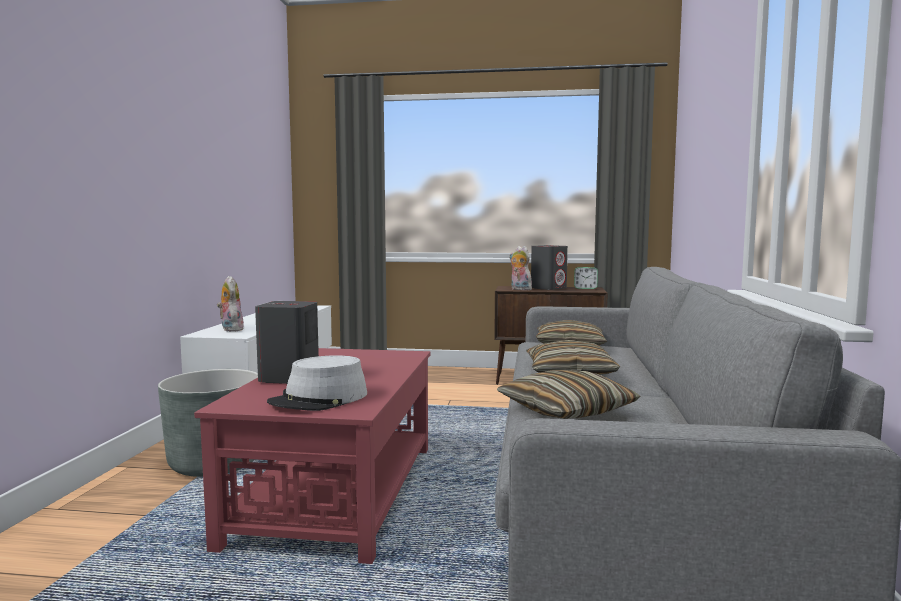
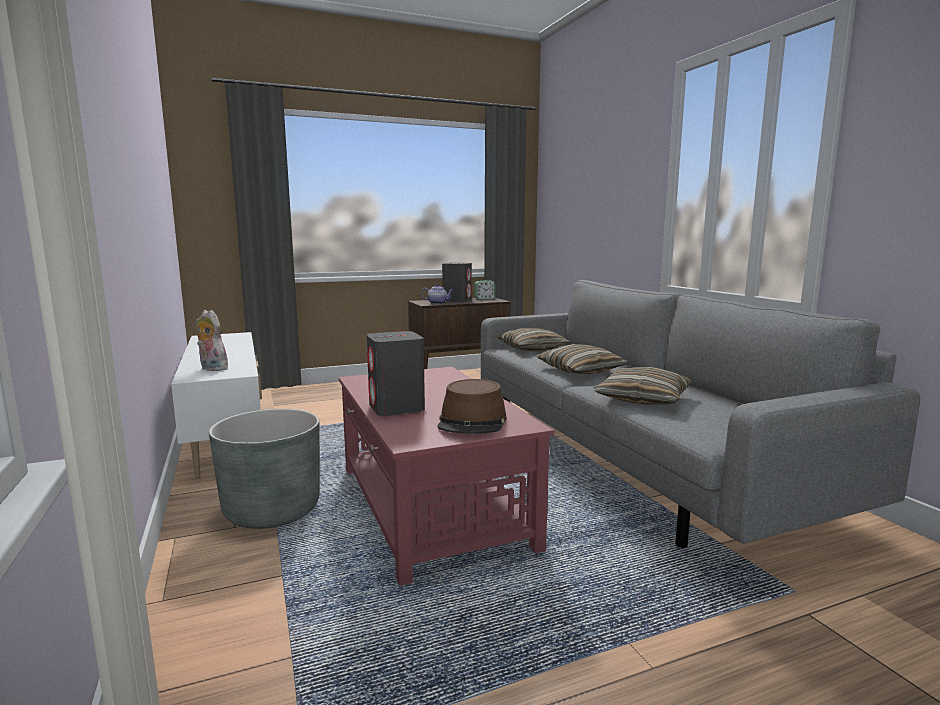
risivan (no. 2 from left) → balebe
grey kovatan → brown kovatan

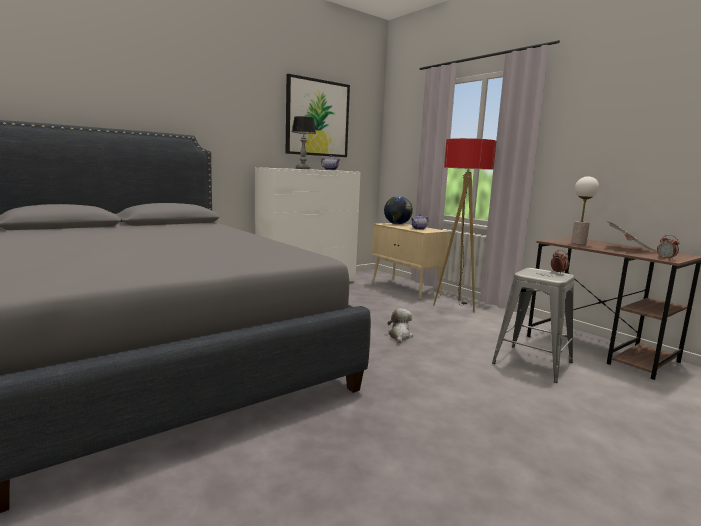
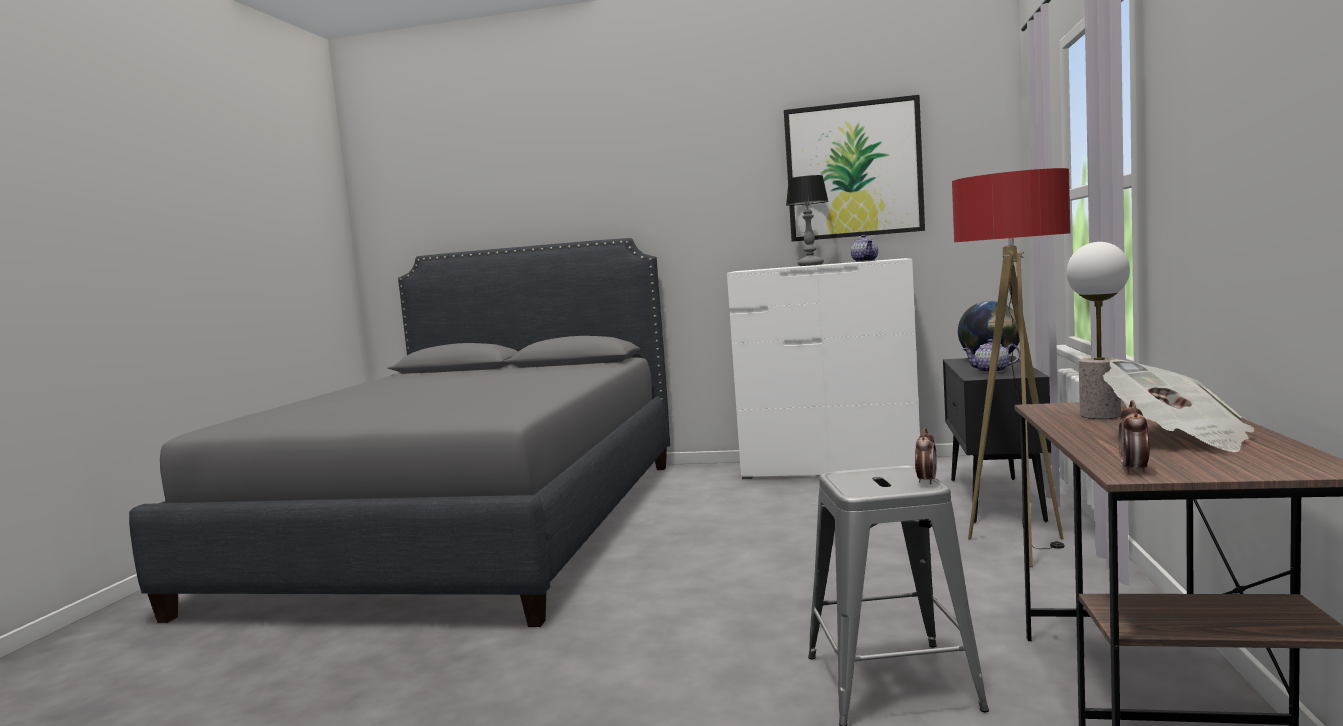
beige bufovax → black bufovax
risivan → -

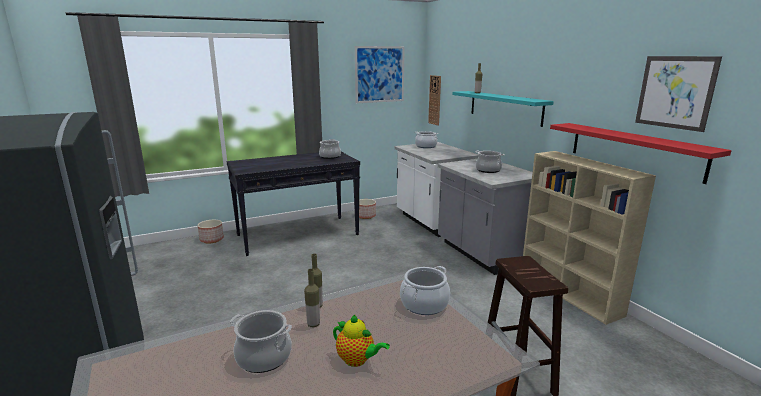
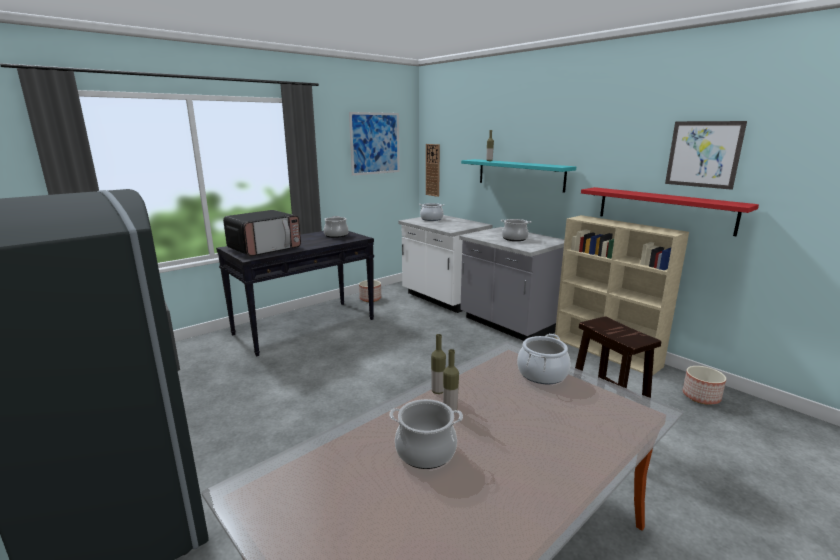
- → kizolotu
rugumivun (no. 1 from left in the first image) → rugumivun (no. 2 from left), relocated
balebe → -

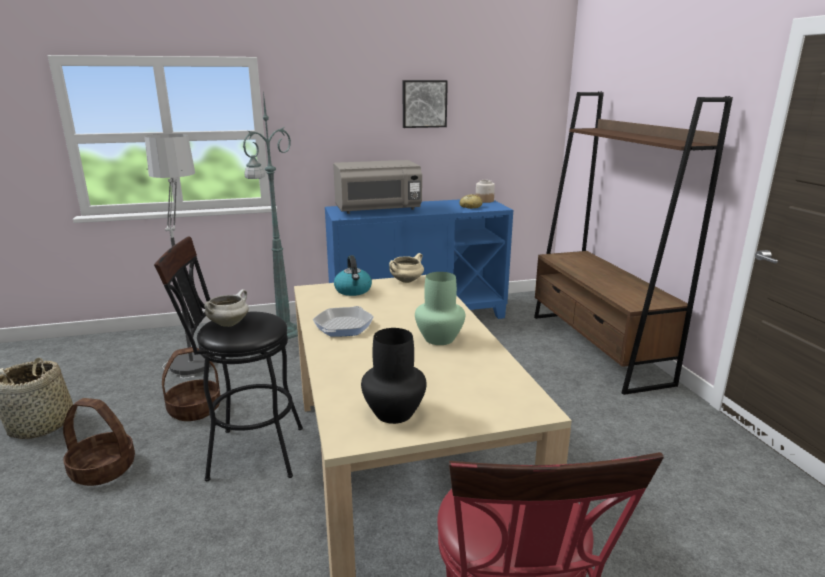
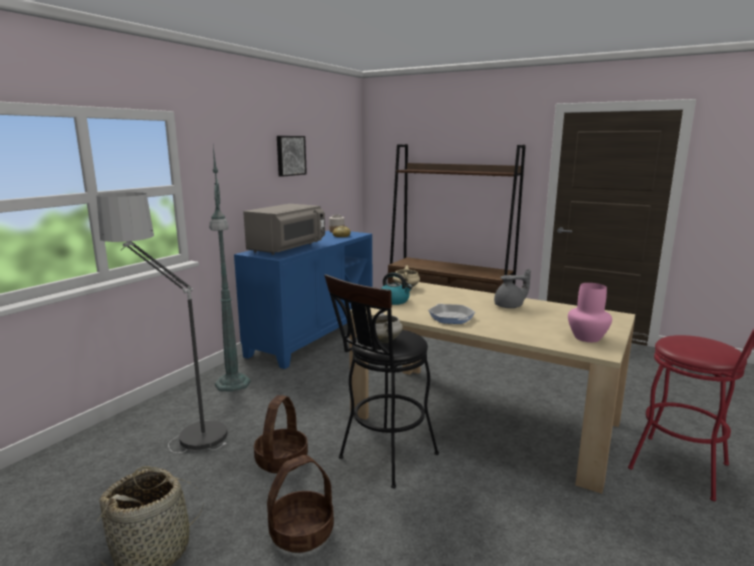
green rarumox → grey balebe
black rarumox → pink rarumox

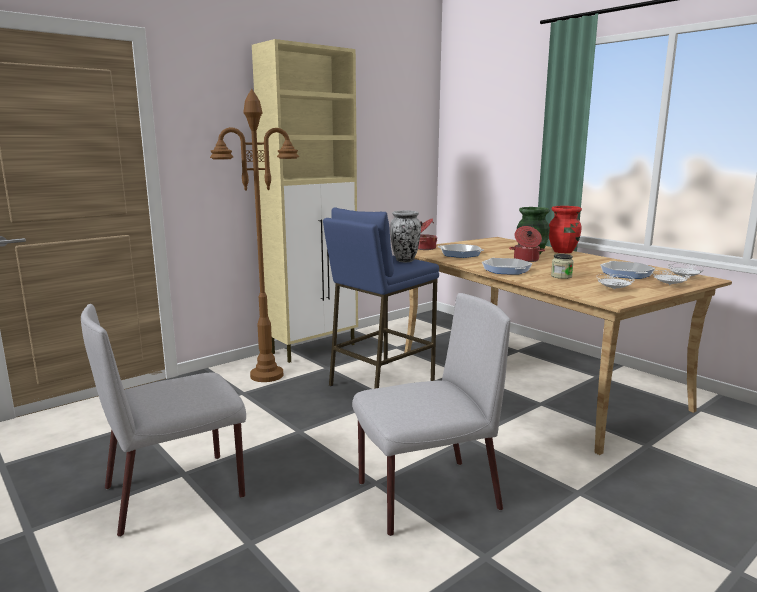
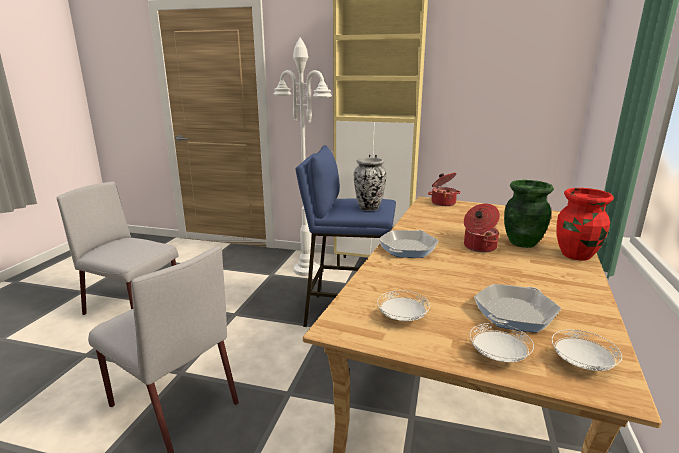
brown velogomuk → white velogomuk
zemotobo (no. 1 from left) → -
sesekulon → -

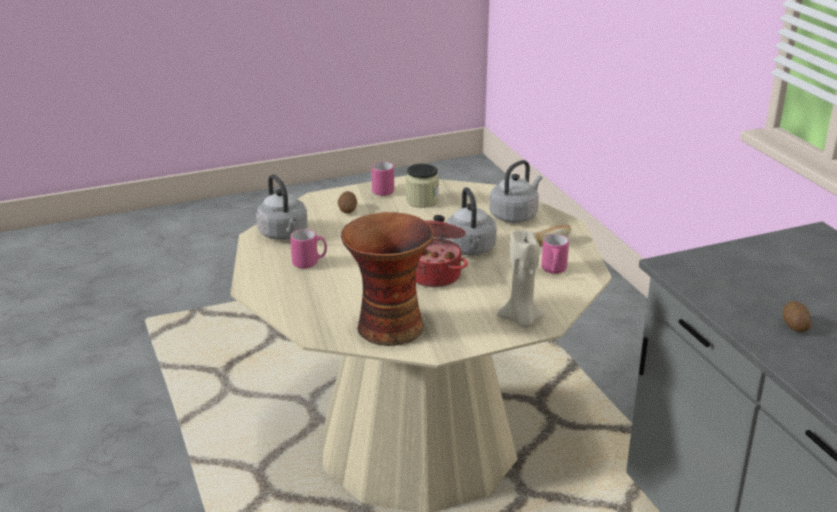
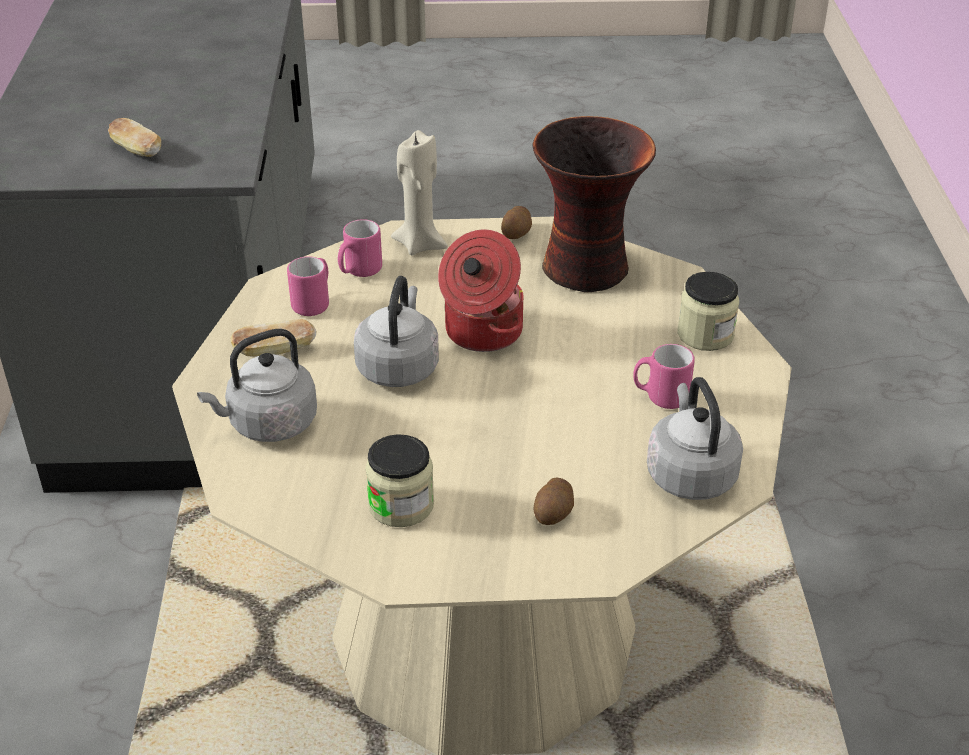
- → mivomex (no. 1 from left)
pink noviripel (no. 2 from left), relocated
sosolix (no. 2 from left in the first image) → sosolix (no. 1 from left), relocated
- → sesekulon (no. 2 from left)

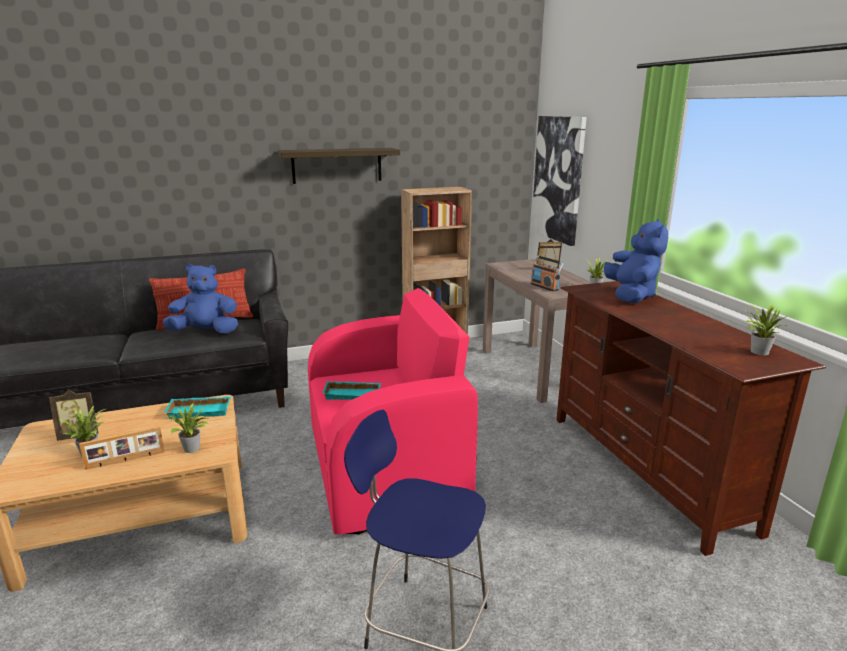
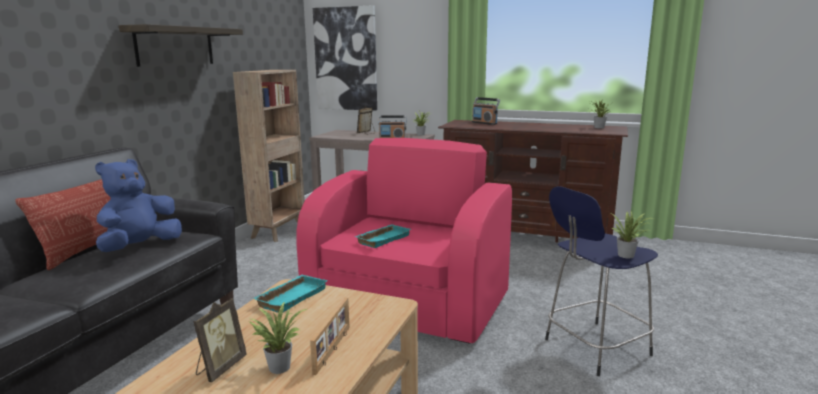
blue risivan (no. 2 from left) → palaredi (no. 2 from left)
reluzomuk (no. 2 from left in the first image) → reluzomuk (no. 4 from left), relocated

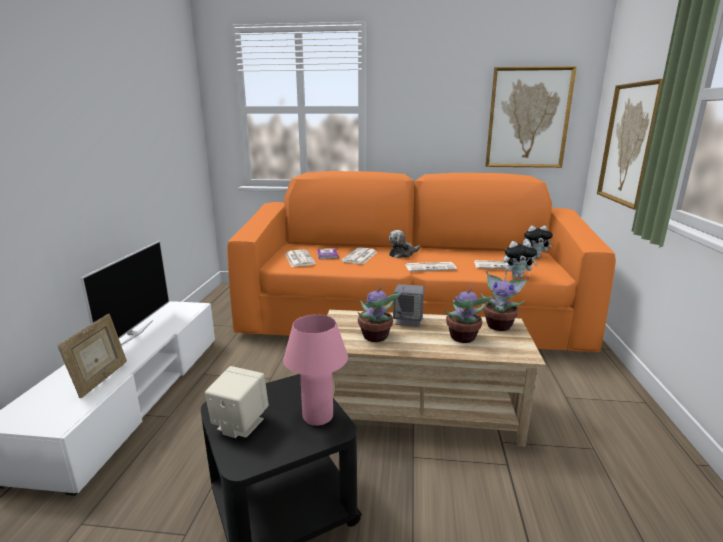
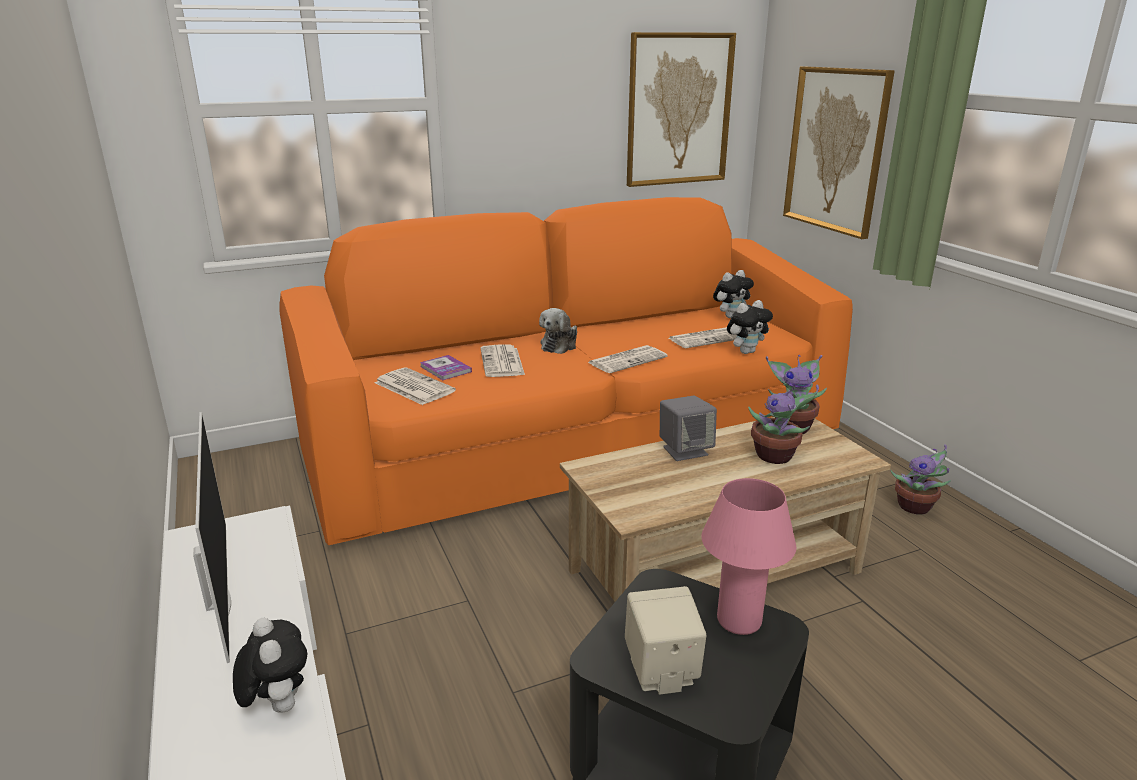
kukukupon → risivan (no. 1 from left)
reluzomuk (no. 1 from left in the first image) → reluzomuk (no. 3 from left), relocated

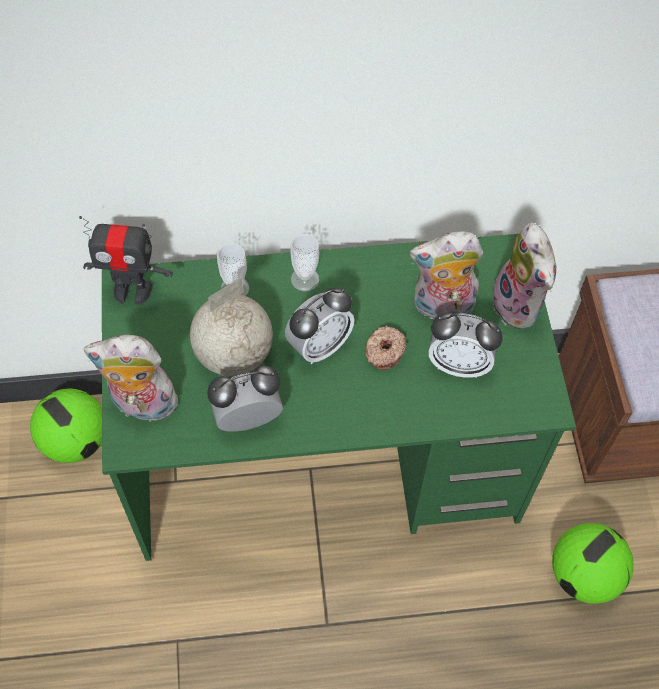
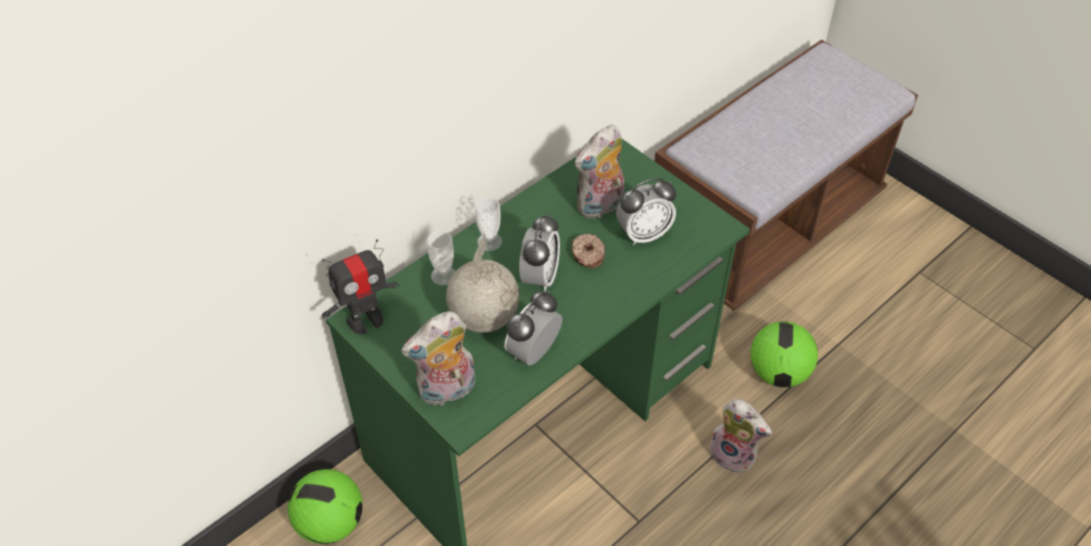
risivan (no. 3 from left), relocated

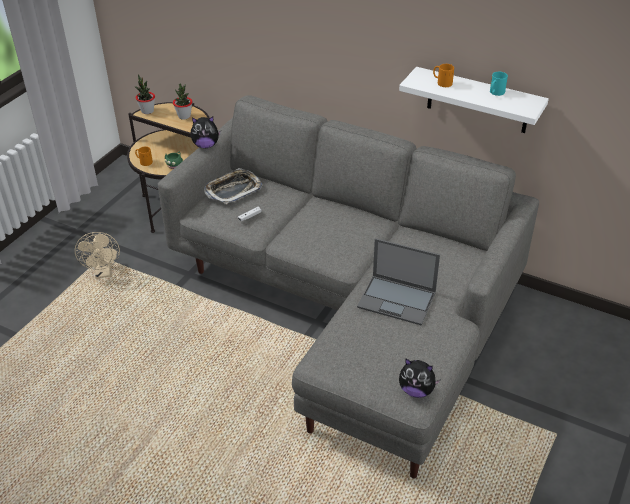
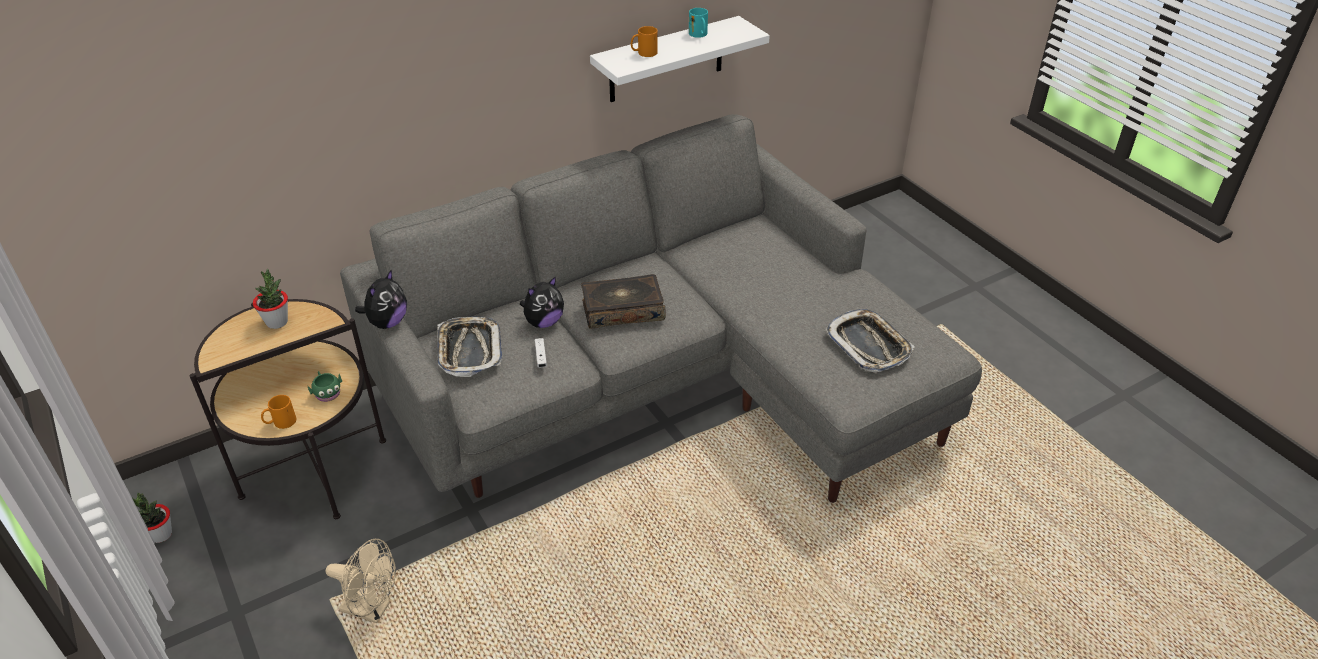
reluzomuk (no. 1 from left), relocated
risivan (no. 2 from left), relocated
- → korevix
- → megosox (no. 2 from left)
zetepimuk → -

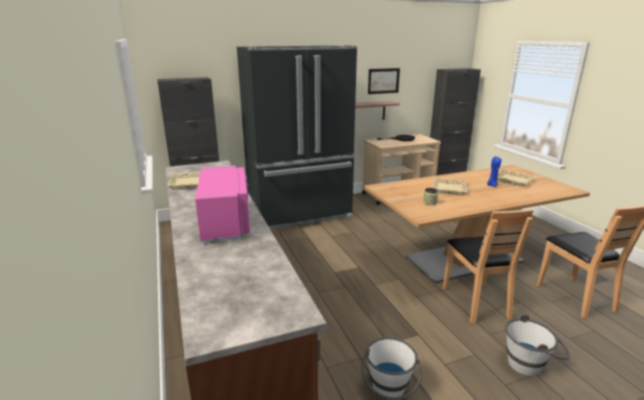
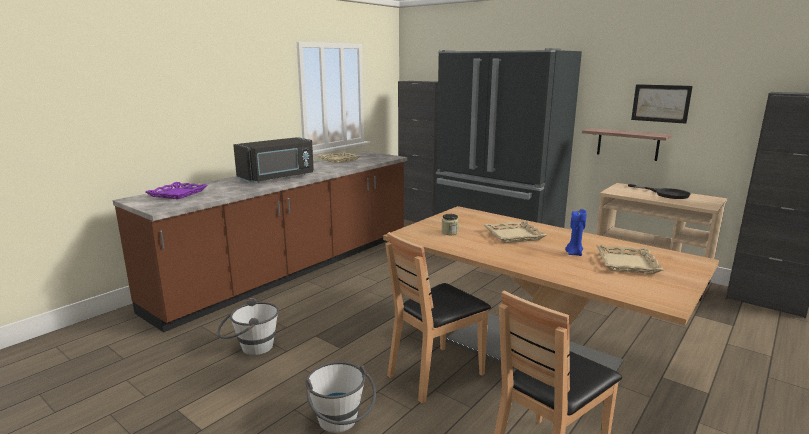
- → purple megosox
pink kizolotu → black kizolotu

